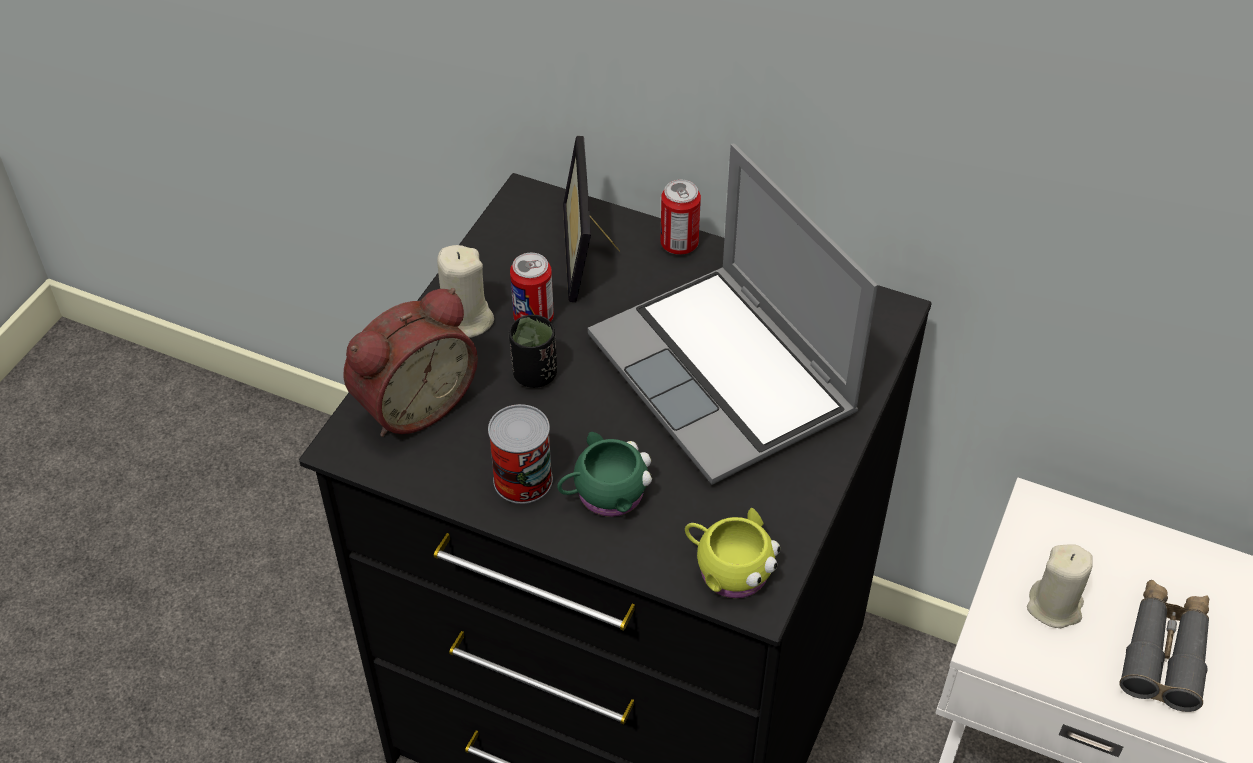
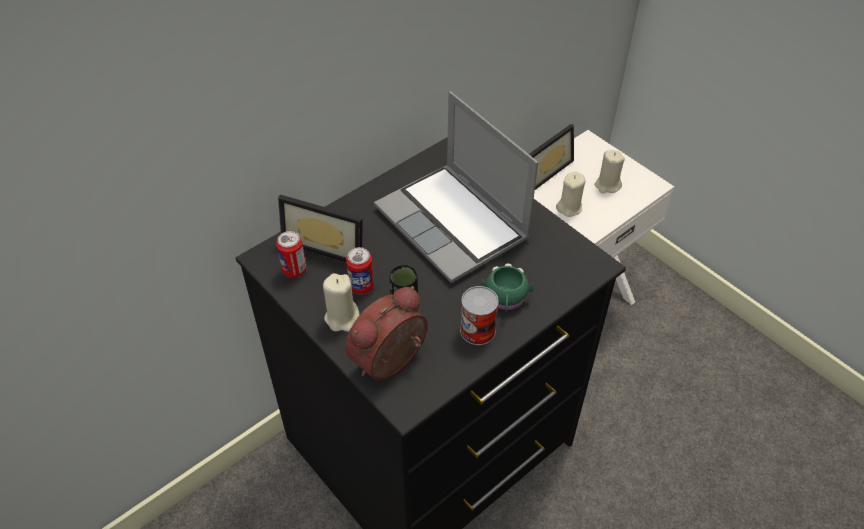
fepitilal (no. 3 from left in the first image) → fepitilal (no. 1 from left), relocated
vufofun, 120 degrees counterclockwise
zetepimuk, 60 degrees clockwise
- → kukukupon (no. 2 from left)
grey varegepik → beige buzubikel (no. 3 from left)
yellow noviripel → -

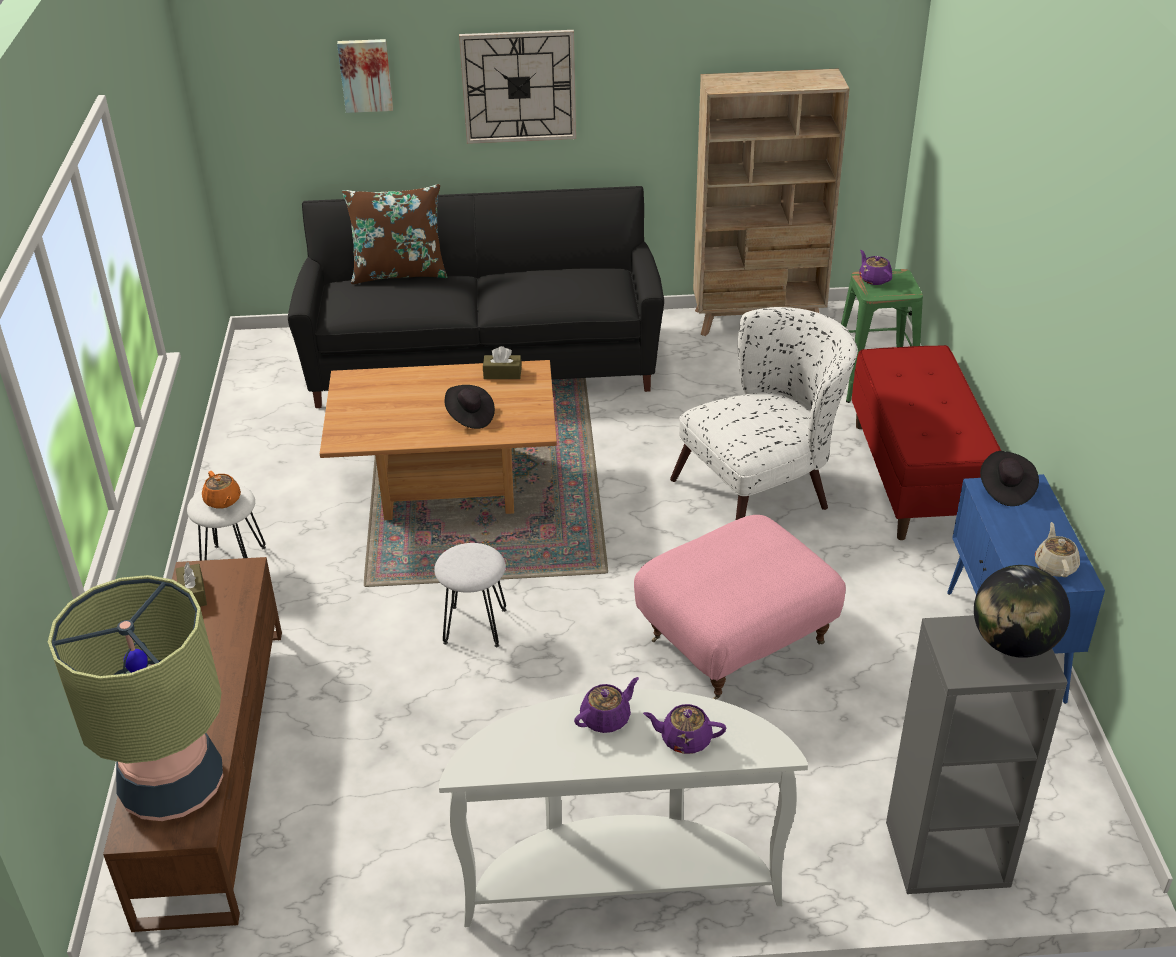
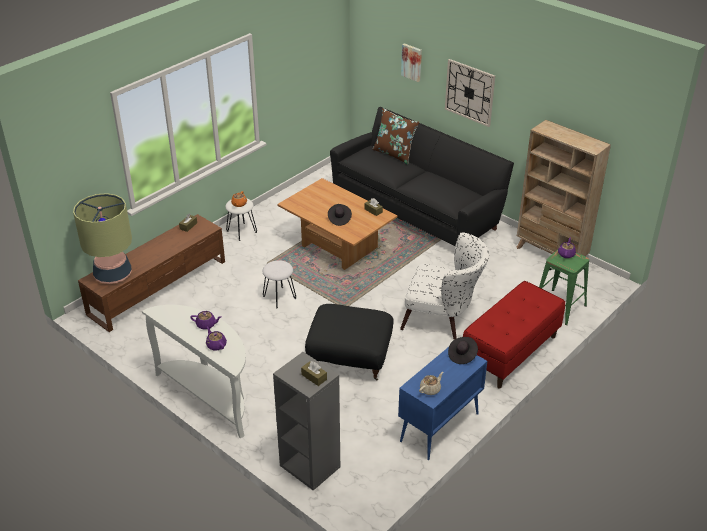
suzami → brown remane (no. 2 from left)
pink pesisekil → black pesisekil

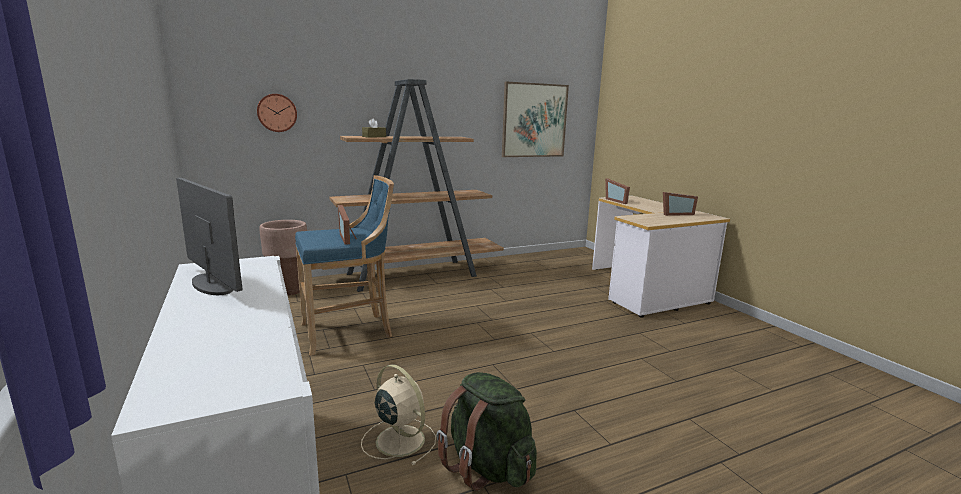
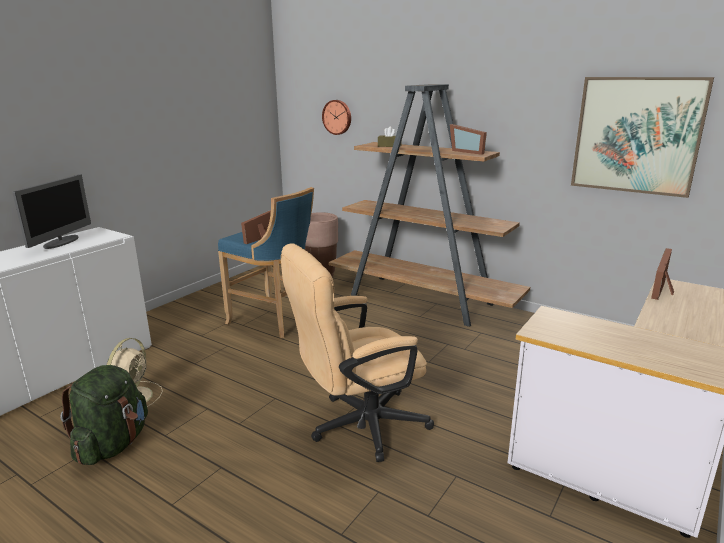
- → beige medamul
kukukupon (no. 3 from left in the first image) → kukukupon (no. 2 from left), relocated

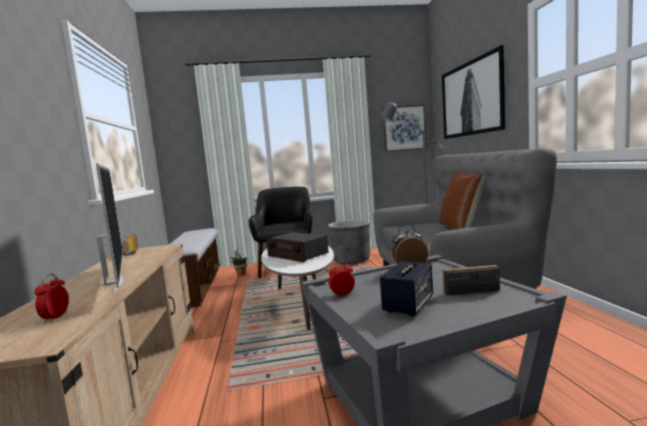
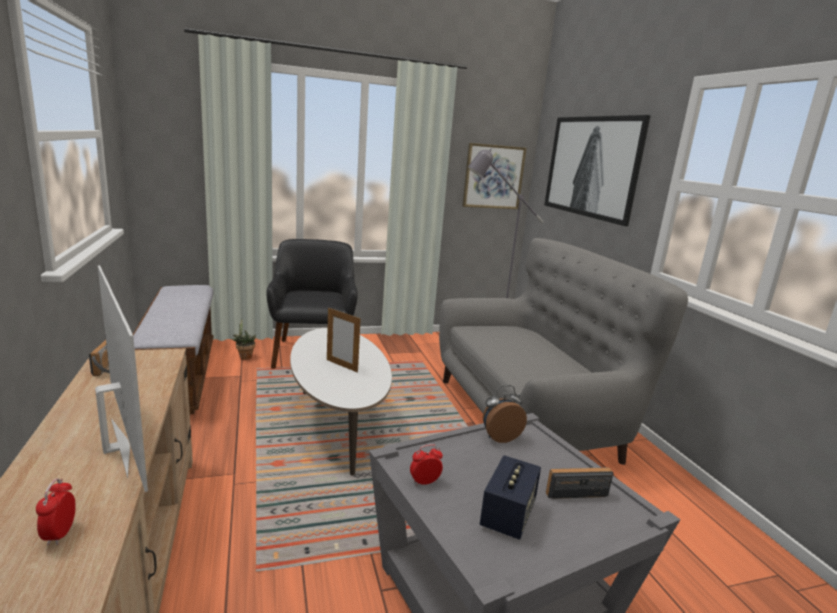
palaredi (no. 2 from left) → kukukupon
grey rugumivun → -
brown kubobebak → -

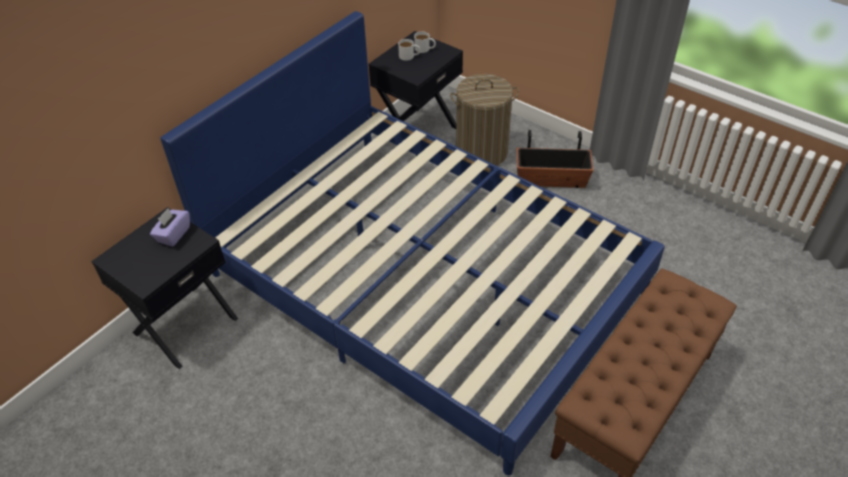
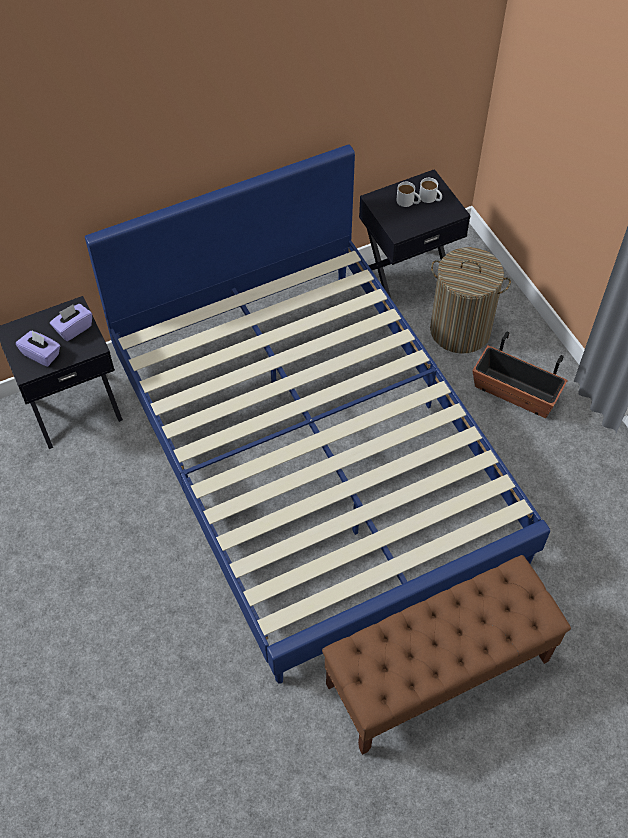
- → purple remane (no. 1 from left)

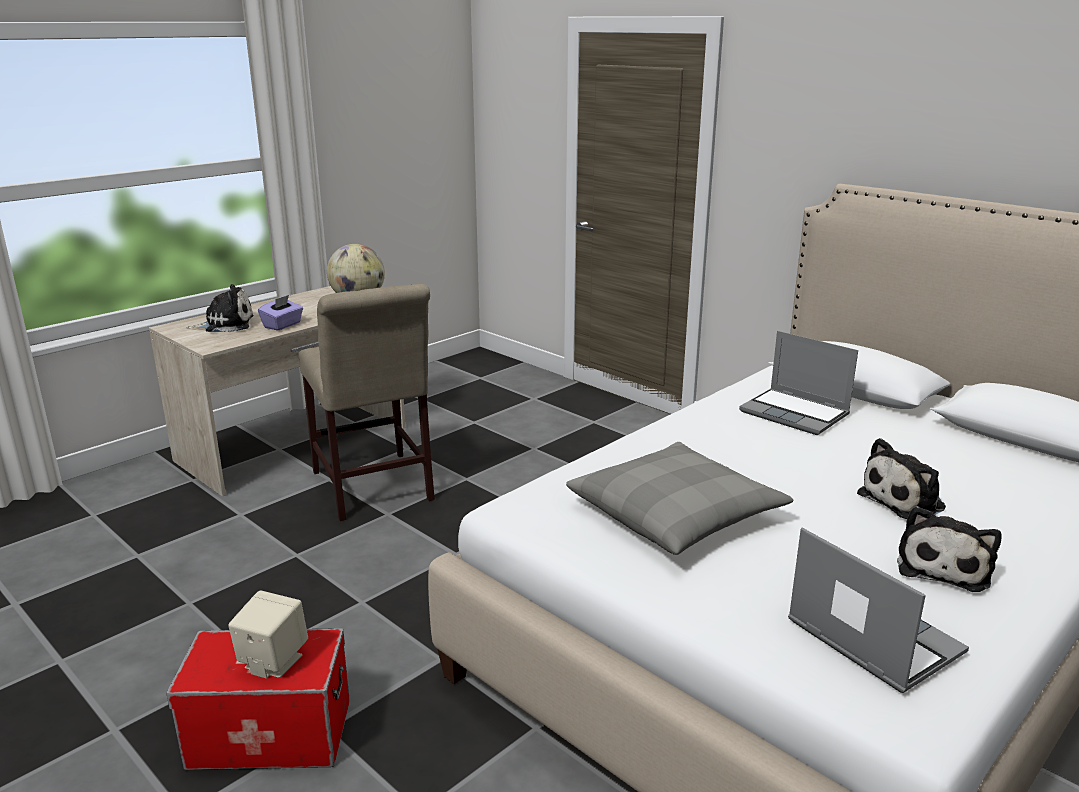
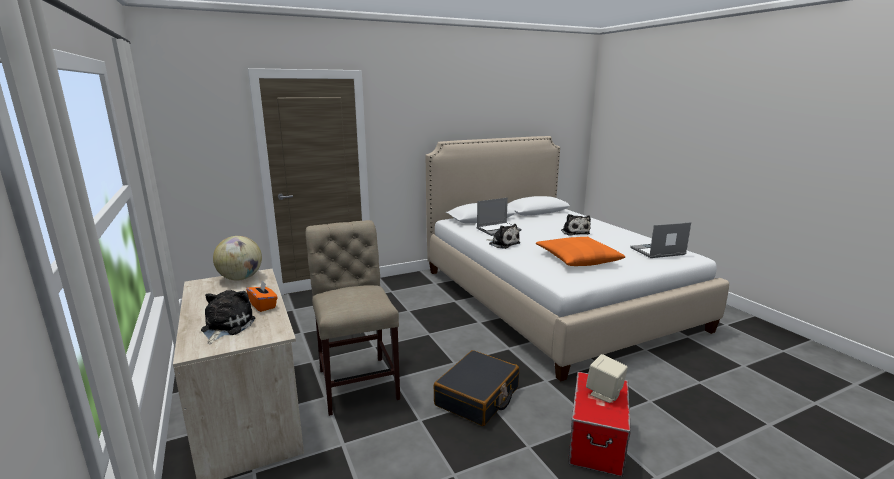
purple remane → orange remane
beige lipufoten, 105 degrees counterclockwise
- → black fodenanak
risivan (no. 3 from left in the first image) → risivan (no. 2 from left), relocated
grey kubobebak → orange kubobebak

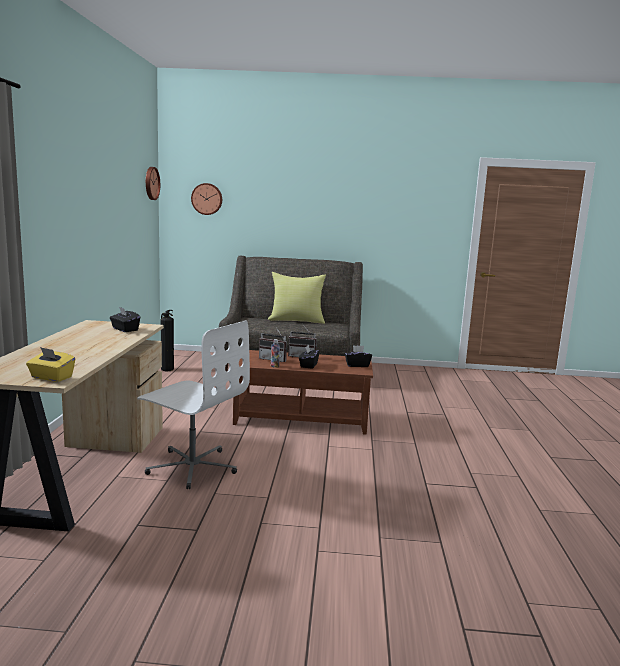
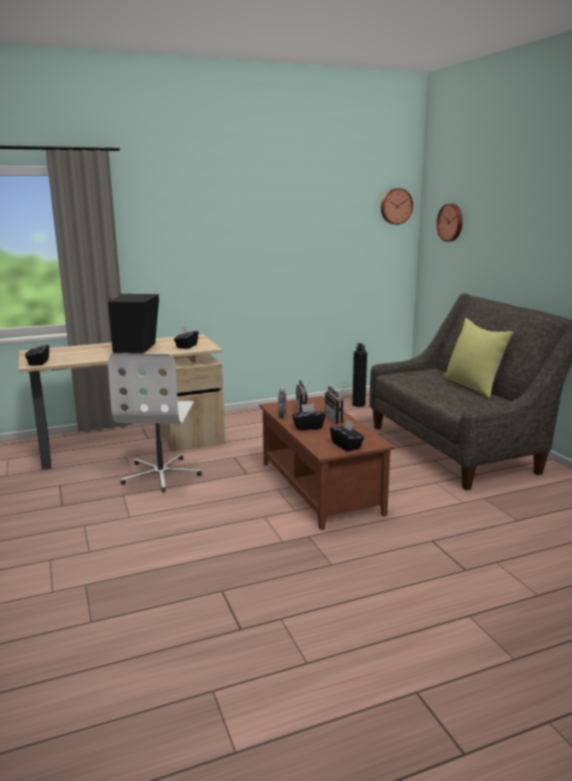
yellow remane → black remane (no. 1 from left)
- → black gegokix

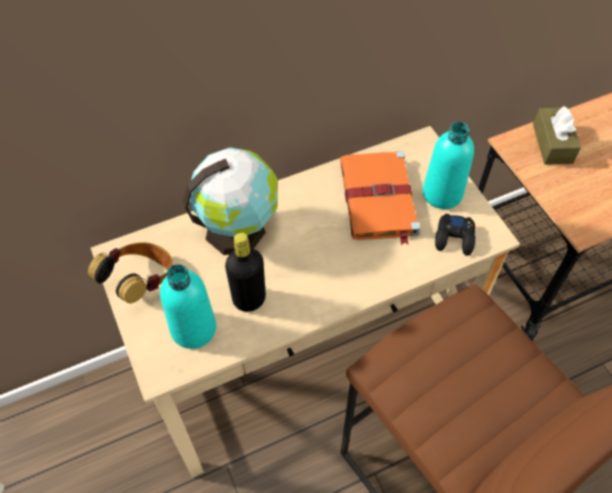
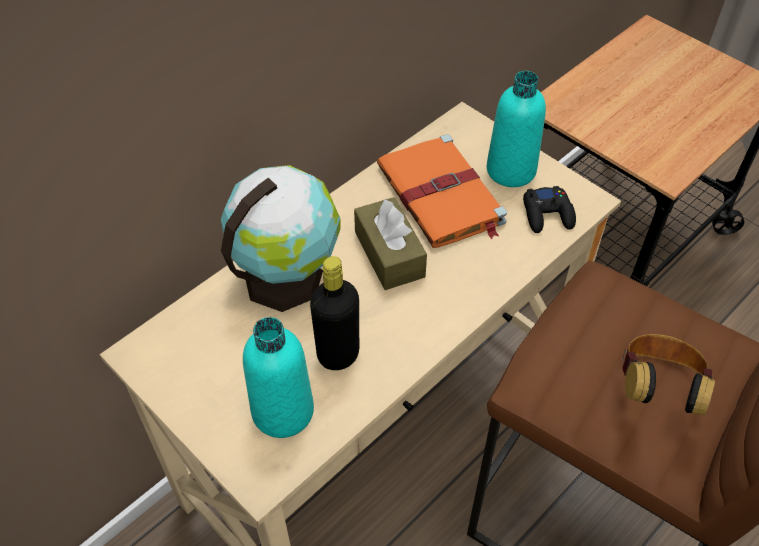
brown remane, relocated
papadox, relocated

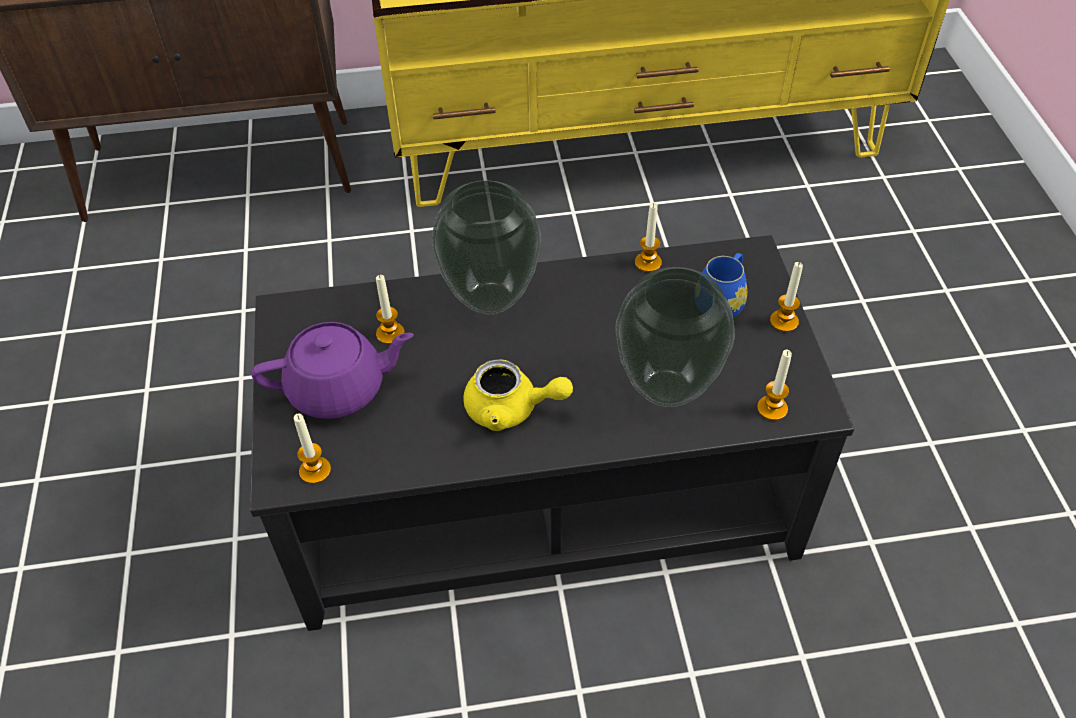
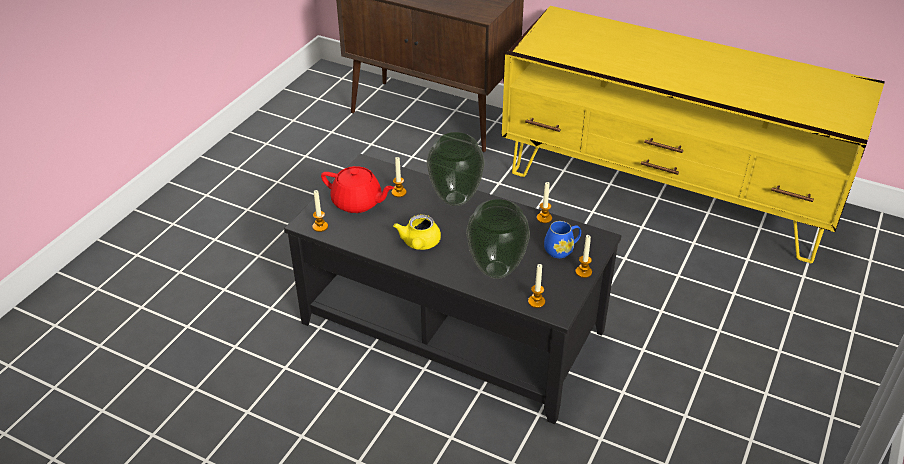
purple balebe → red balebe
yellow balebe, 45 degrees clockwise

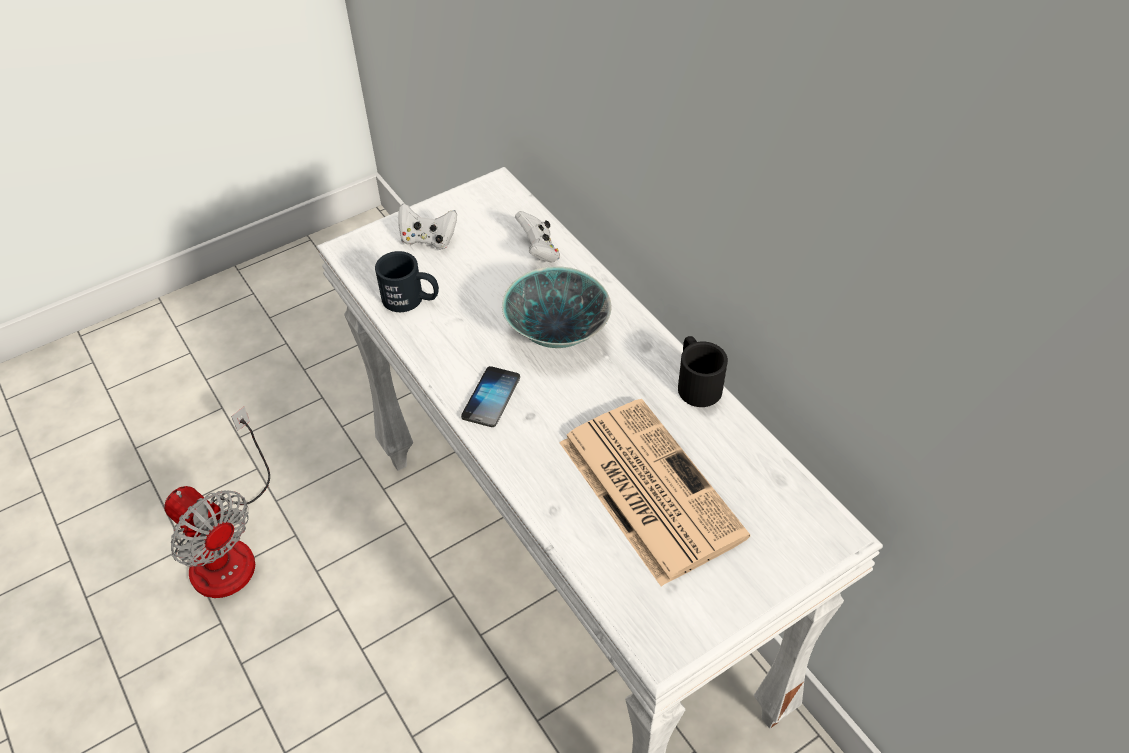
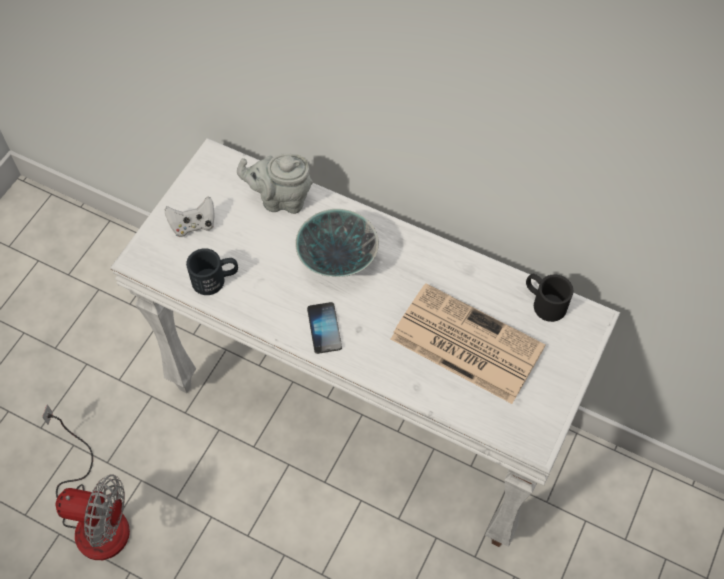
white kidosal (no. 2 from left) → grey balebe
black noviripel (no. 2 from left), relocated

